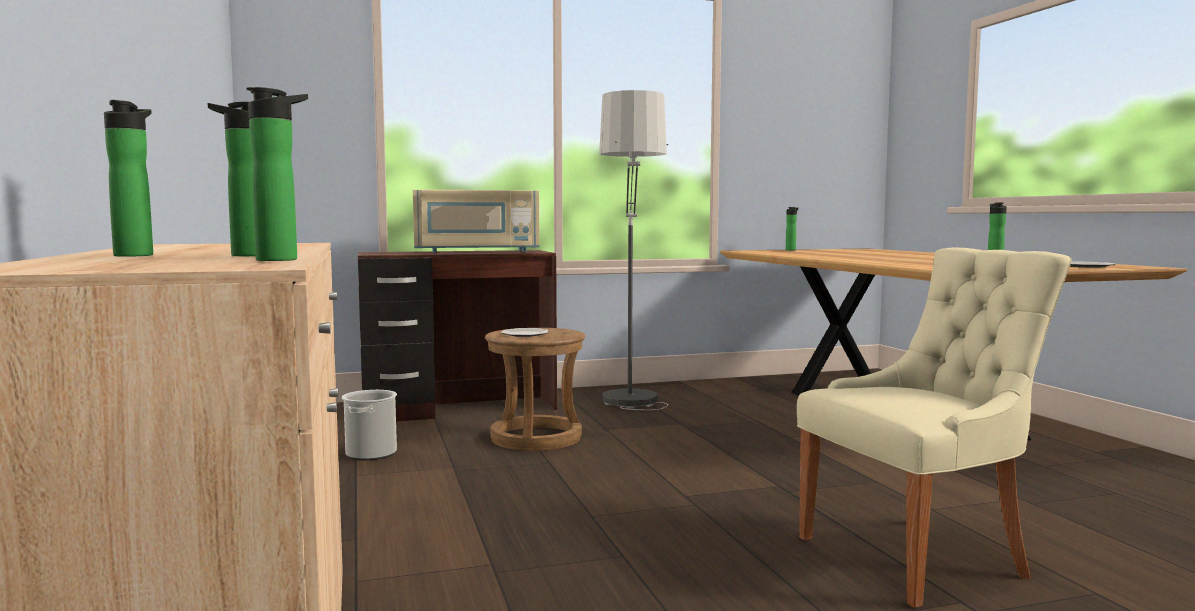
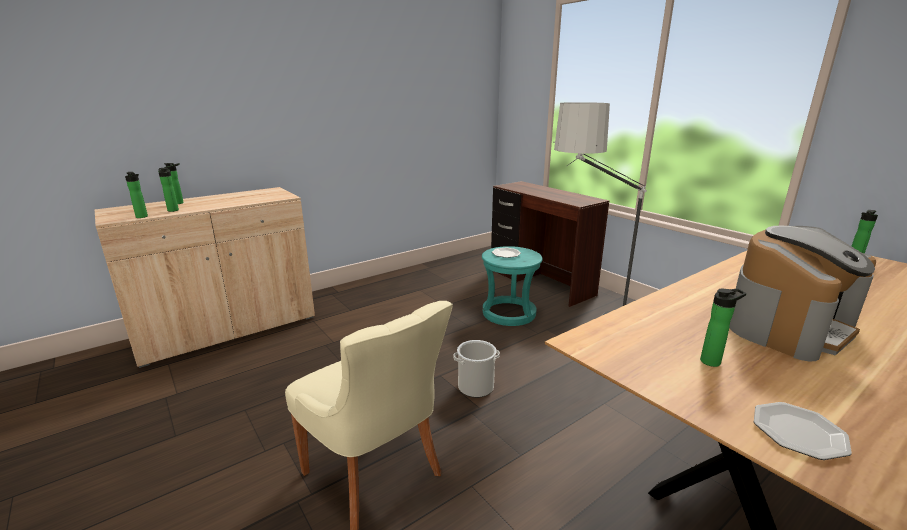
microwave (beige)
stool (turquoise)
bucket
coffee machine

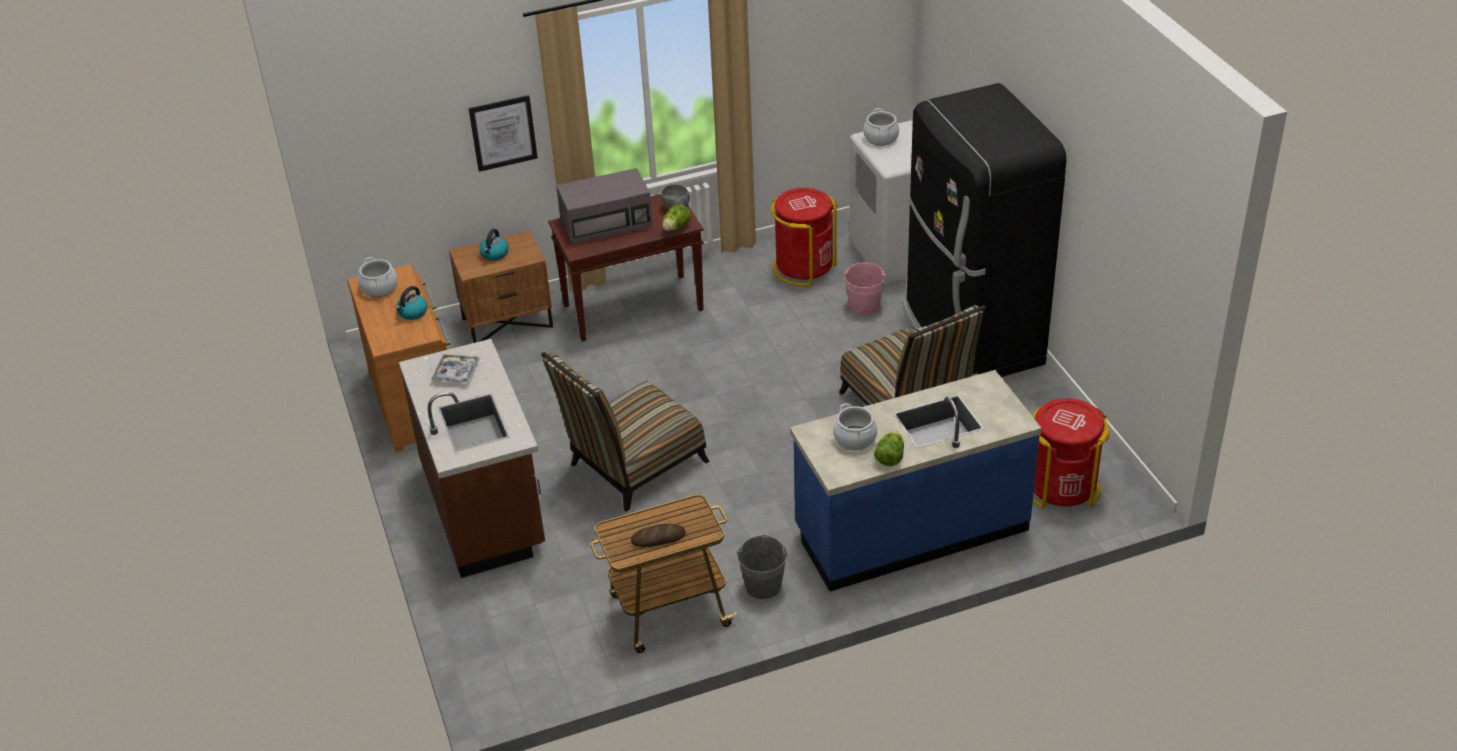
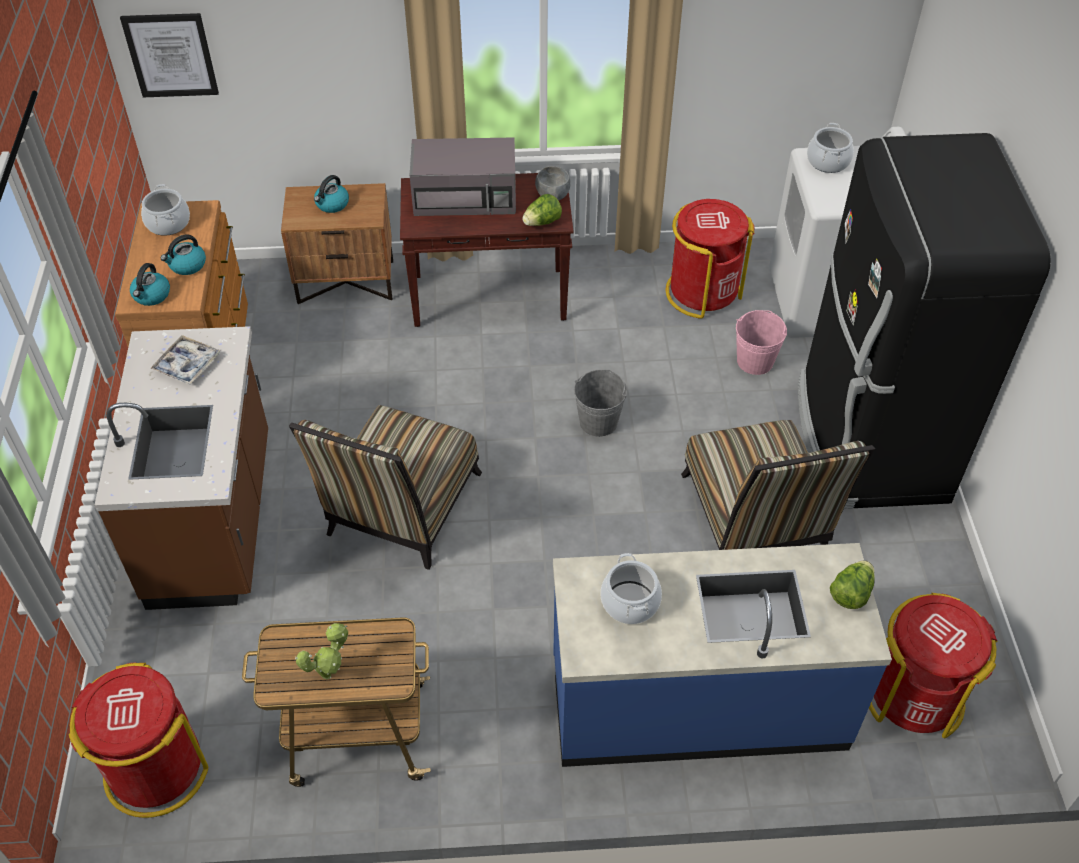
picture
chair (no. 1 from left)
lettuce (no. 2 from left)
potted plant
bucket (grey)
kettle (no. 1 from left)
trash can (red) (no. 1 from left)

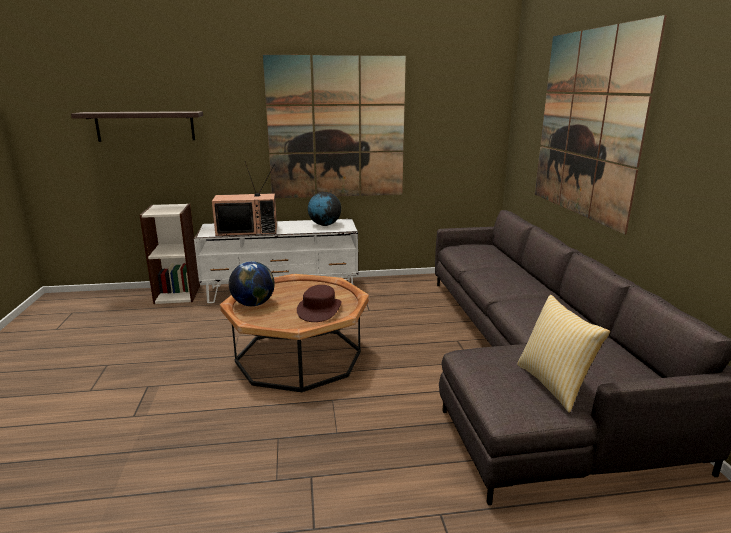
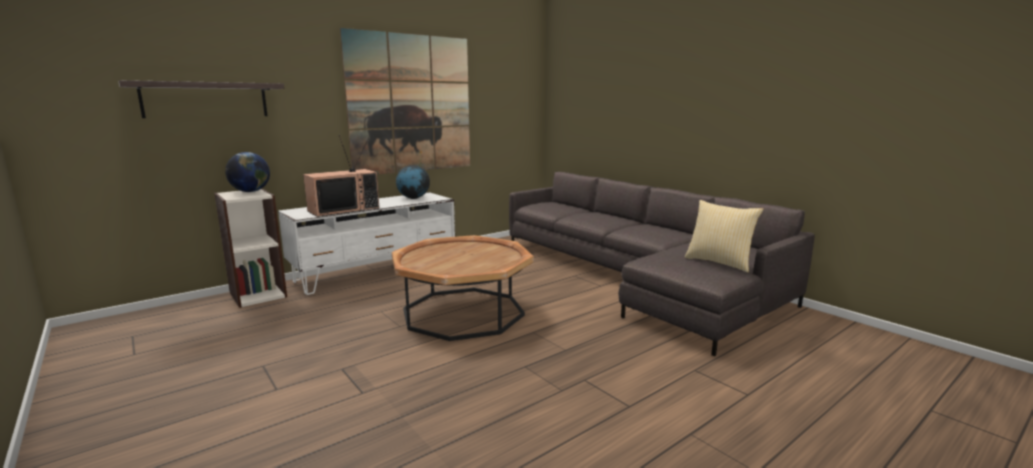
picture (no. 2 from left in the first image)
globe (no. 1 from left)
hat (brown)

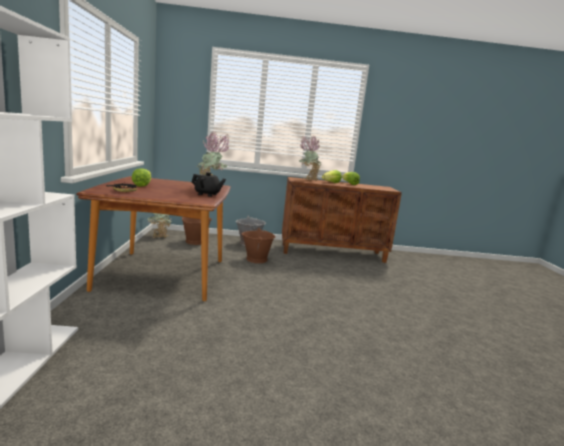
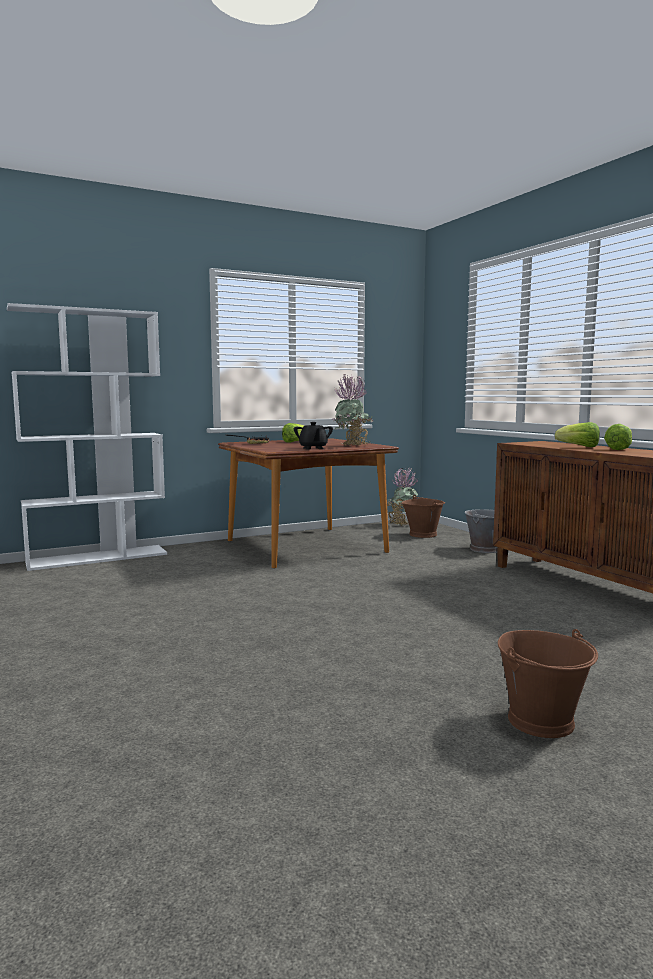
potted plant (no. 3 from left in the first image)
bucket (brown) (no. 2 from left)

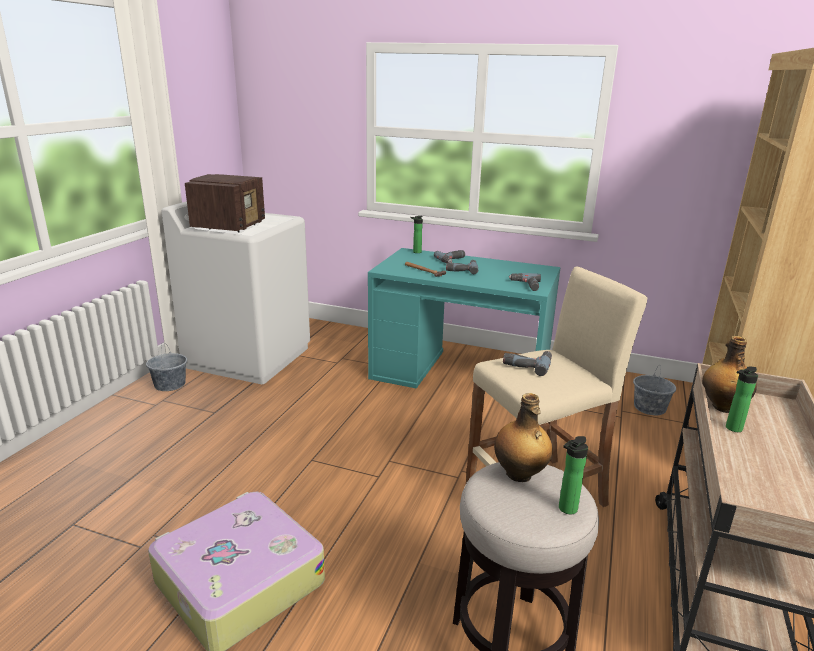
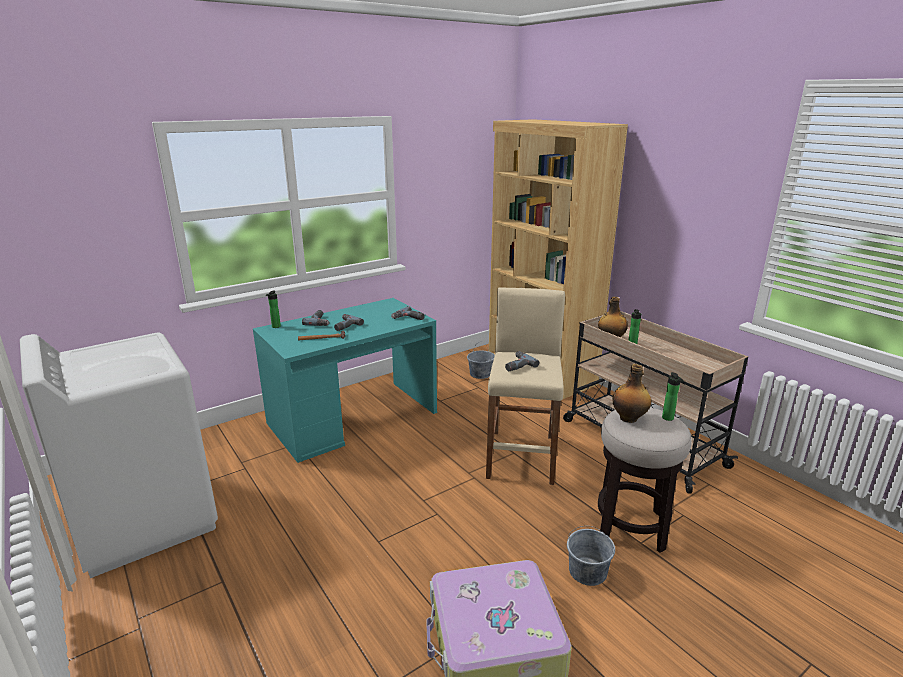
radio
bucket (grey) (no. 2 from left)

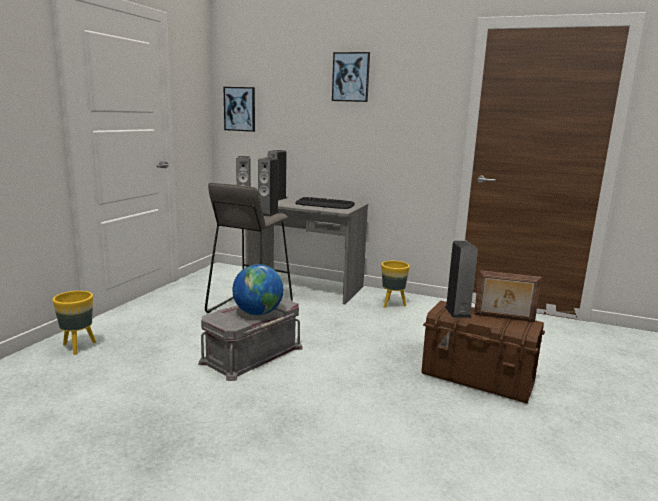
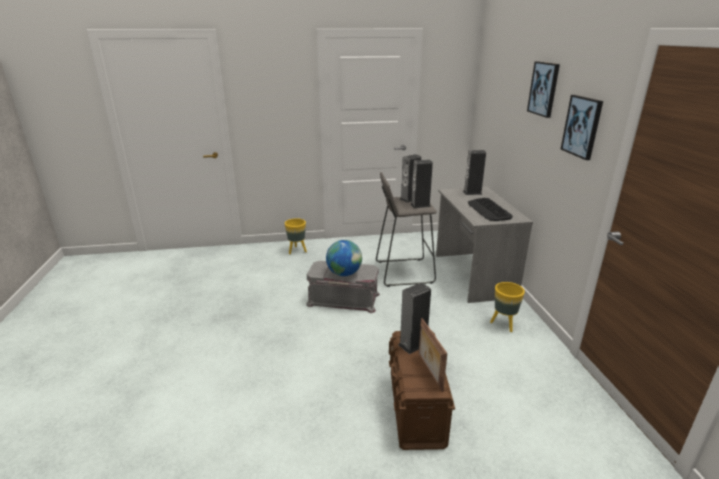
picture (no. 2 from left)

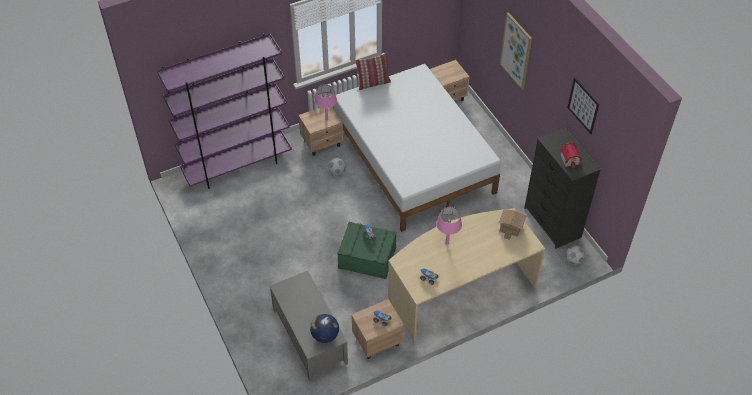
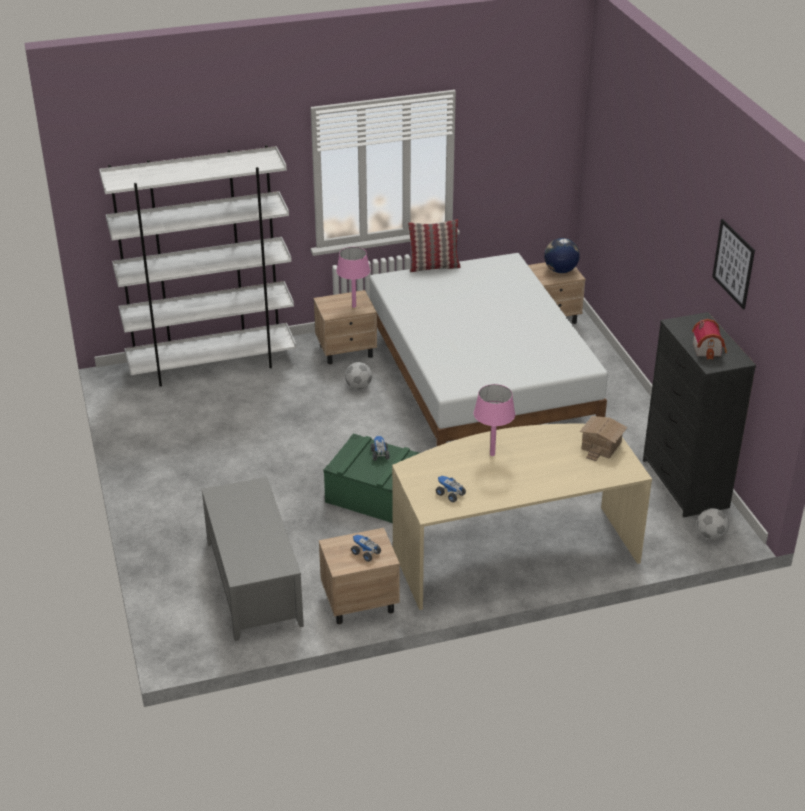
picture (no. 1 from left in the first image)
bookcase (white)
globe

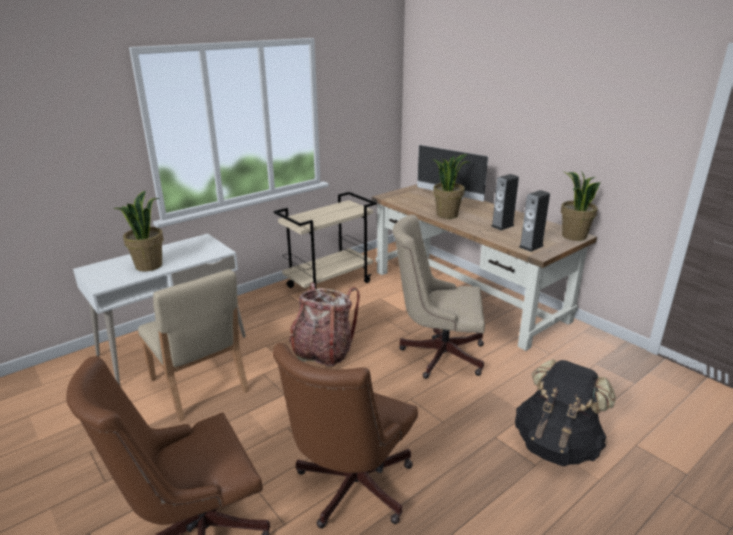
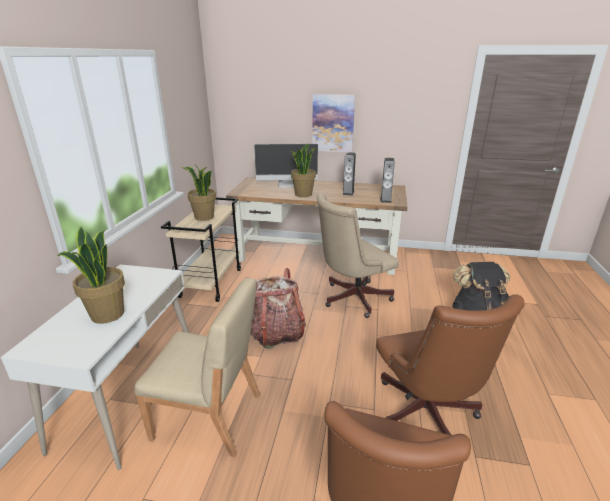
potted plant (no. 2 from left)
picture

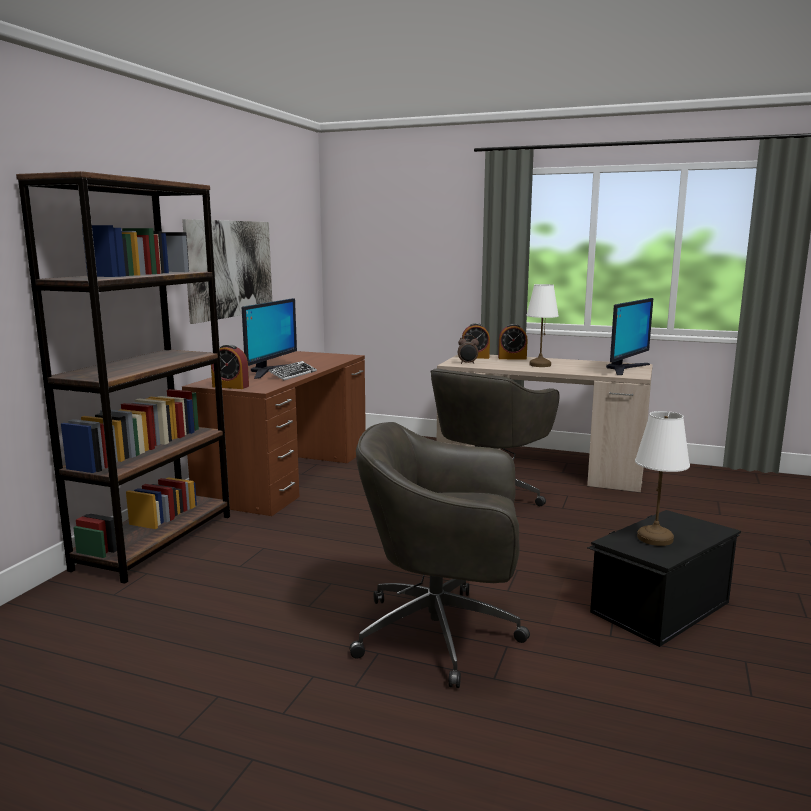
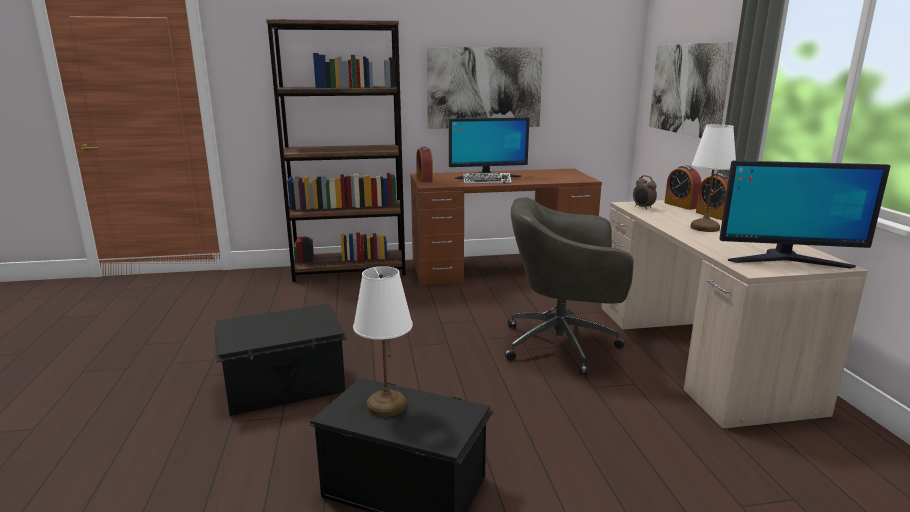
storage box (black) (no. 1 from left)
picture (no. 2 from left)

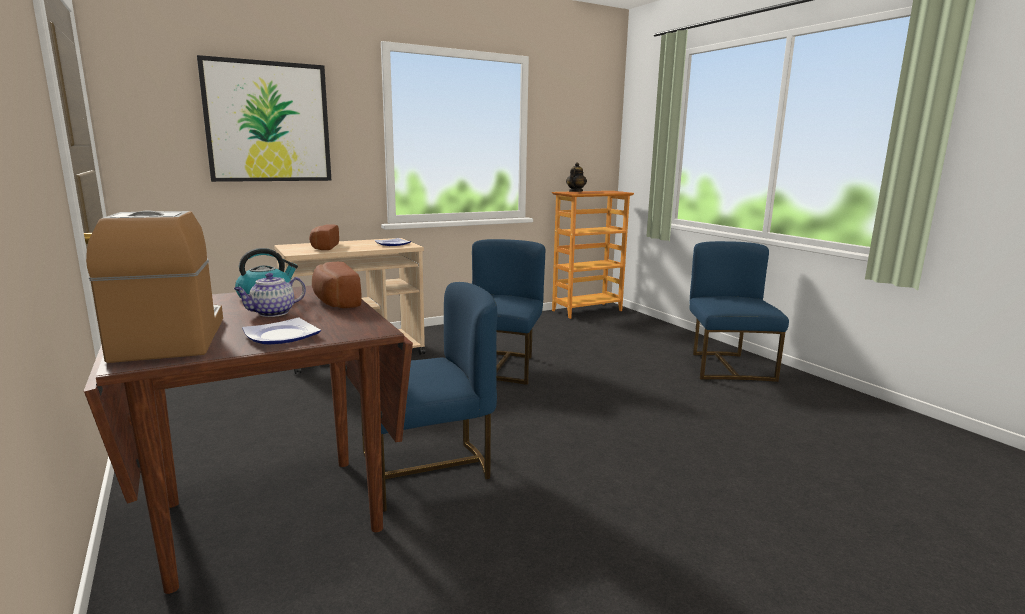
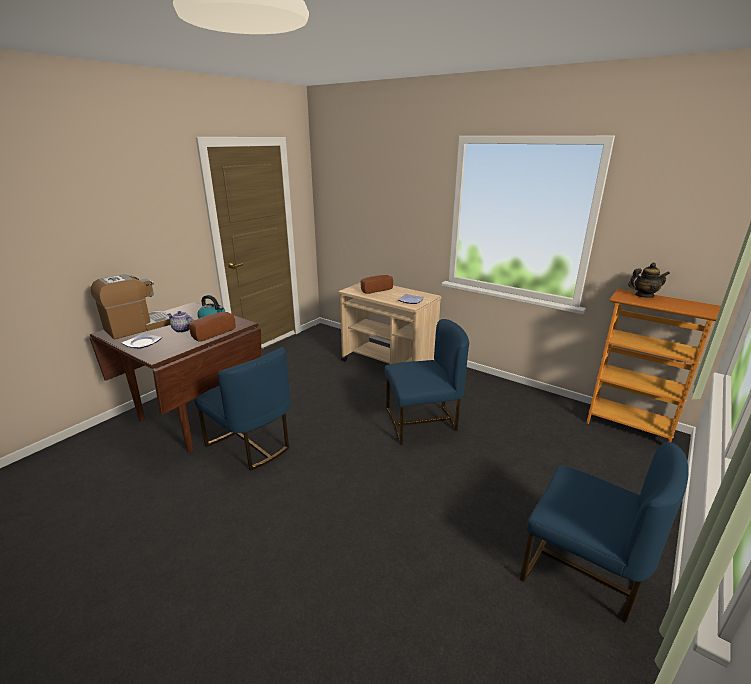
picture
chair (blue) (no. 3 from left)

